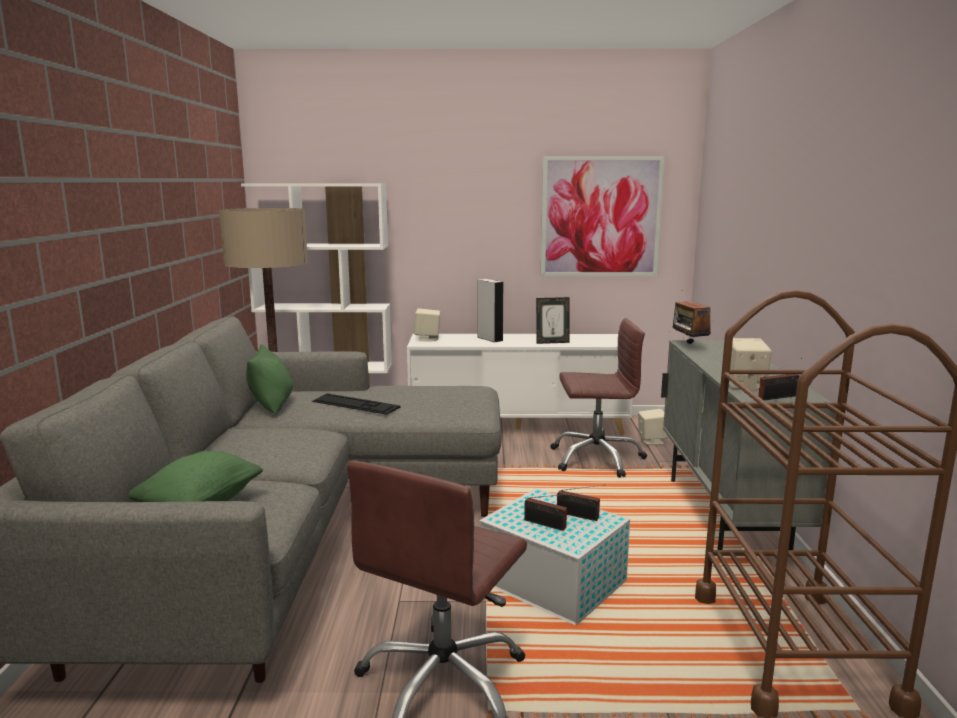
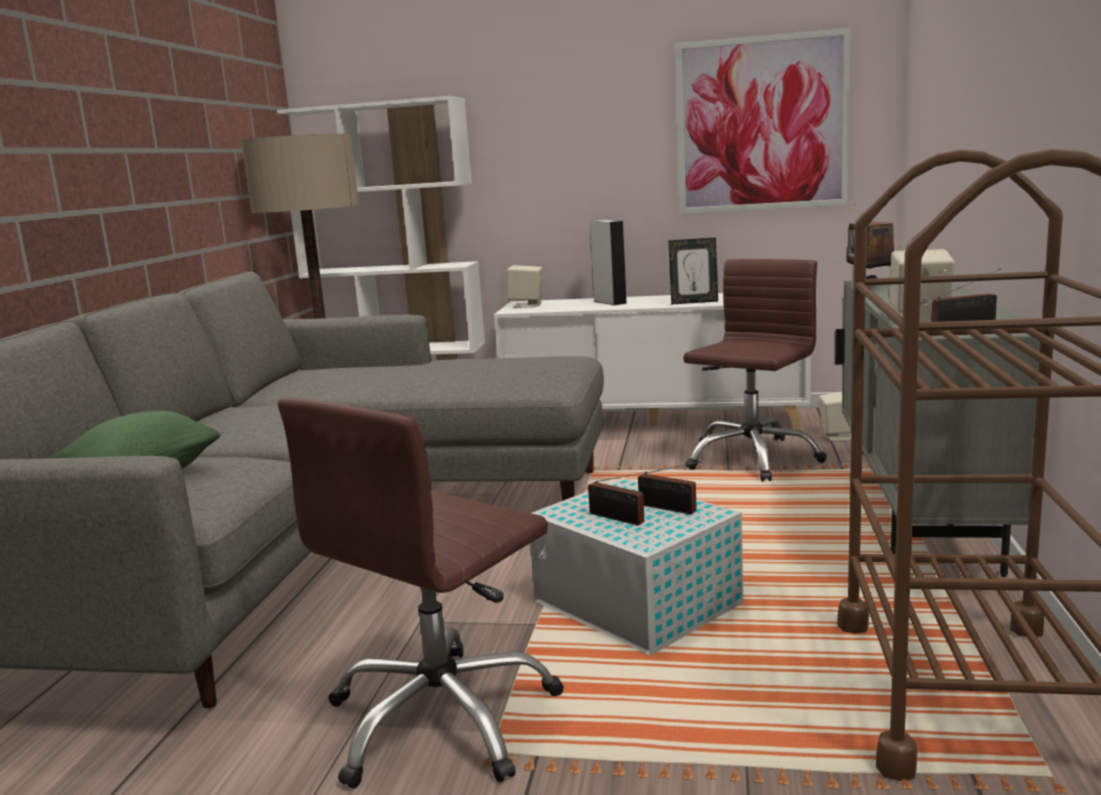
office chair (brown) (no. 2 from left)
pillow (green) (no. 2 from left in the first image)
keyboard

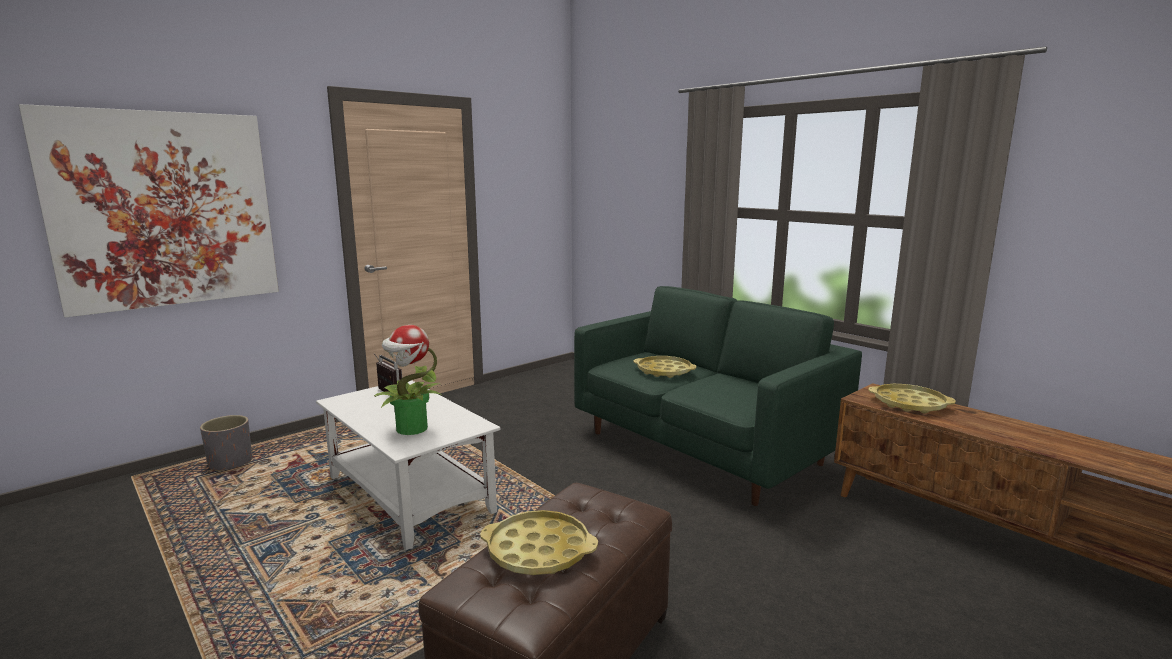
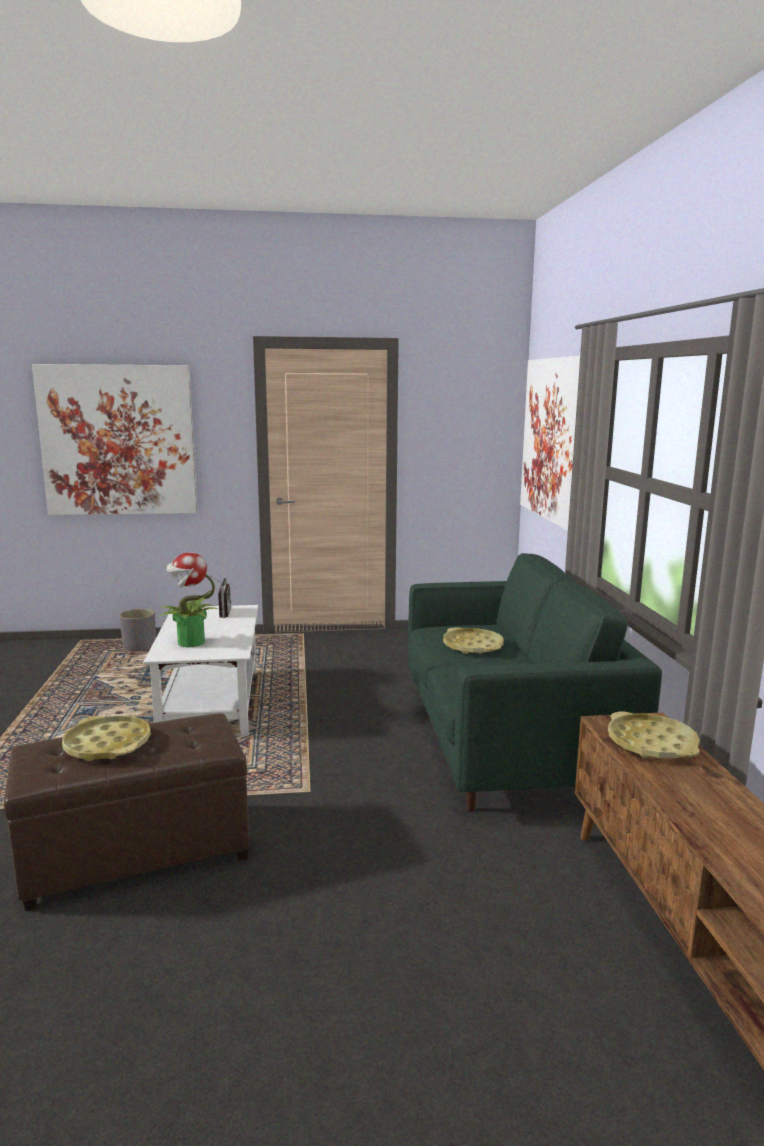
picture (no. 2 from left)

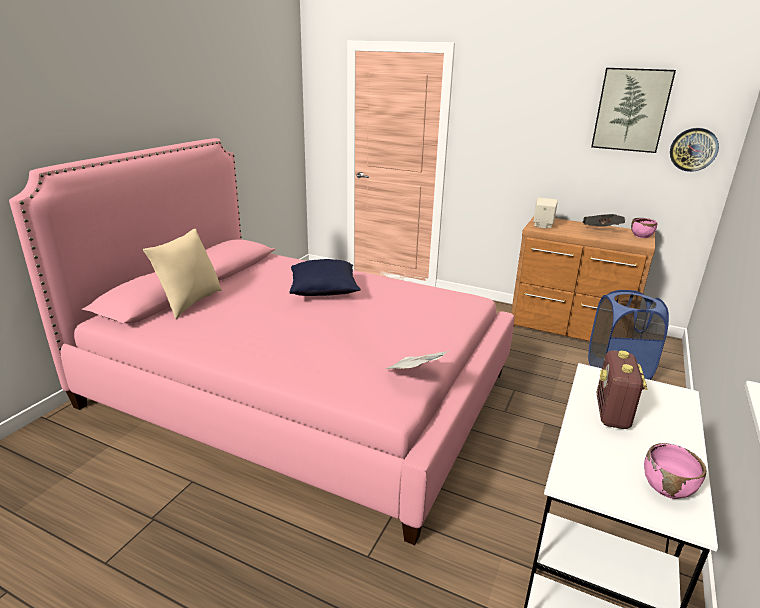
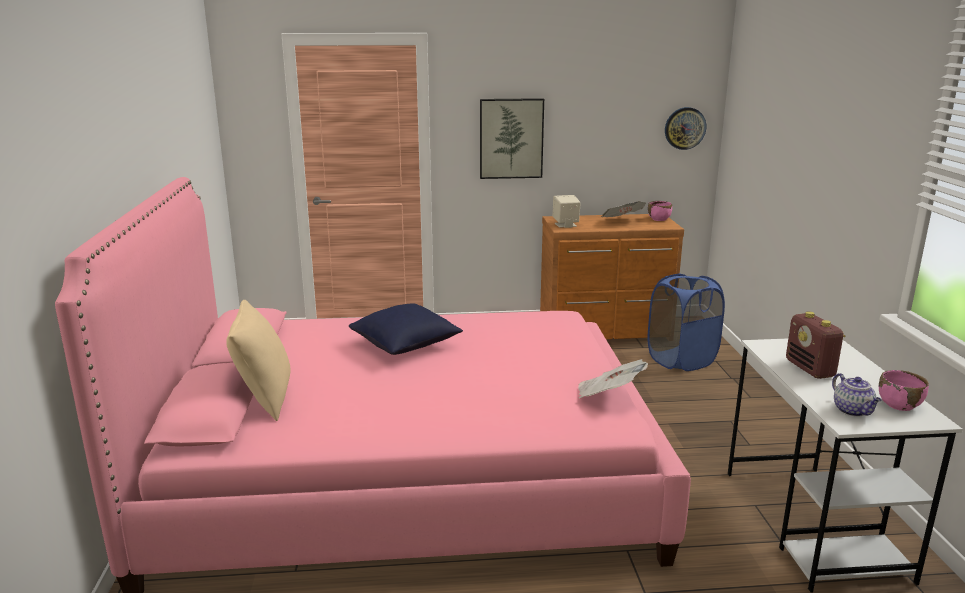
picture
teapot

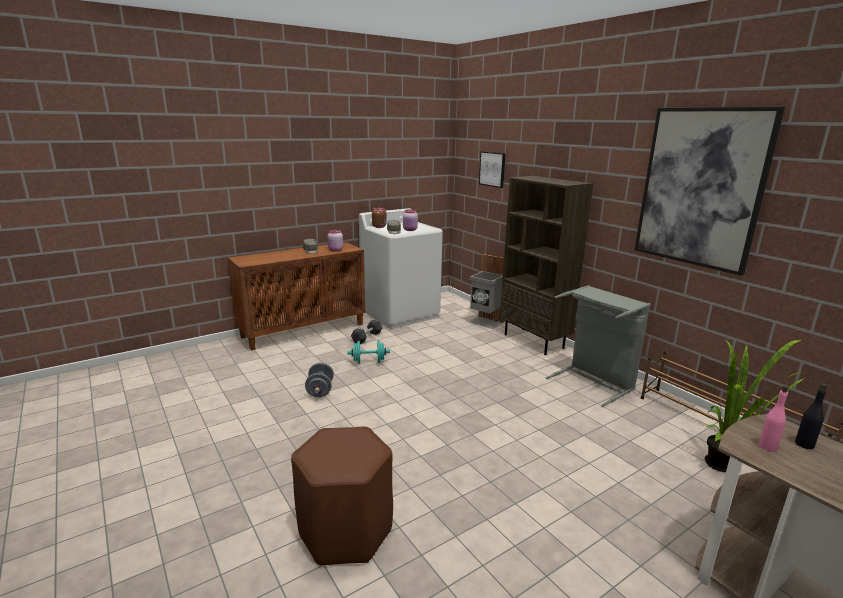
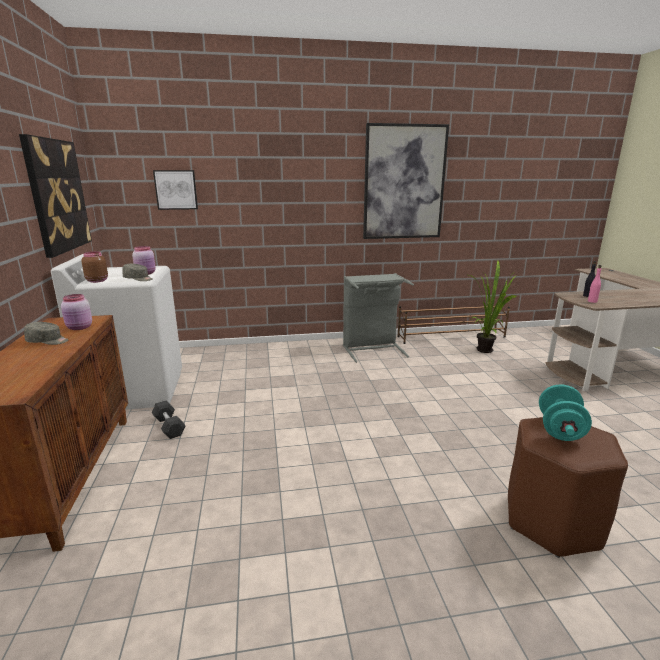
bookcase (brown)
trash can (grey)
dumbbell (turquoise)
dumbbell (grey) (no. 1 from left in the first image)
picture (no. 1 from left)

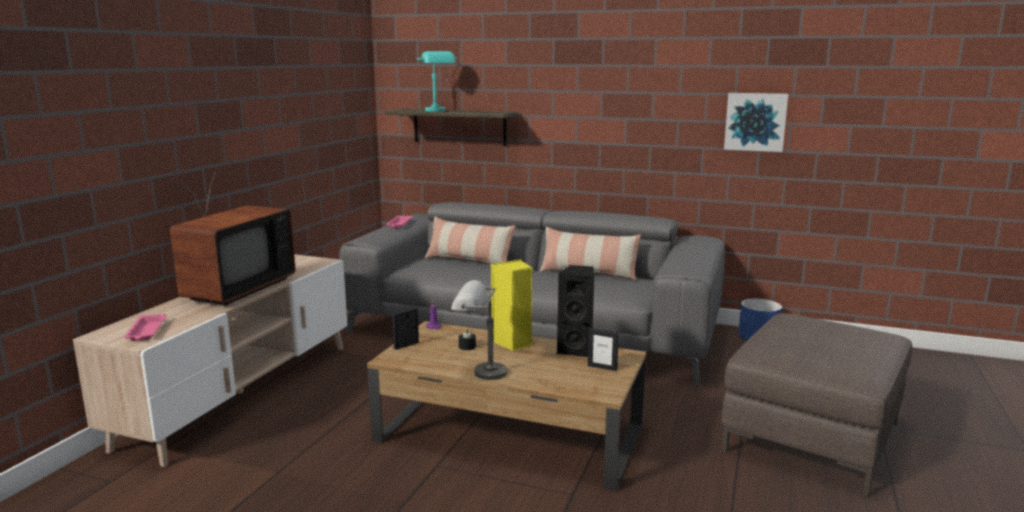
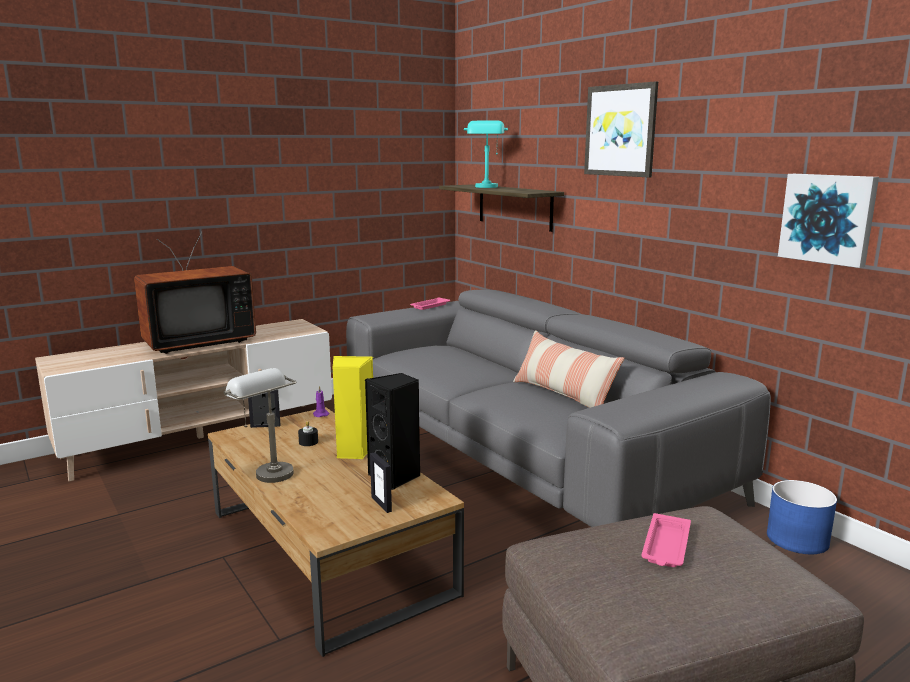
pillow (no. 1 from left in the first image)
tray (pink) (no. 2 from left)
picture (no. 1 from left)

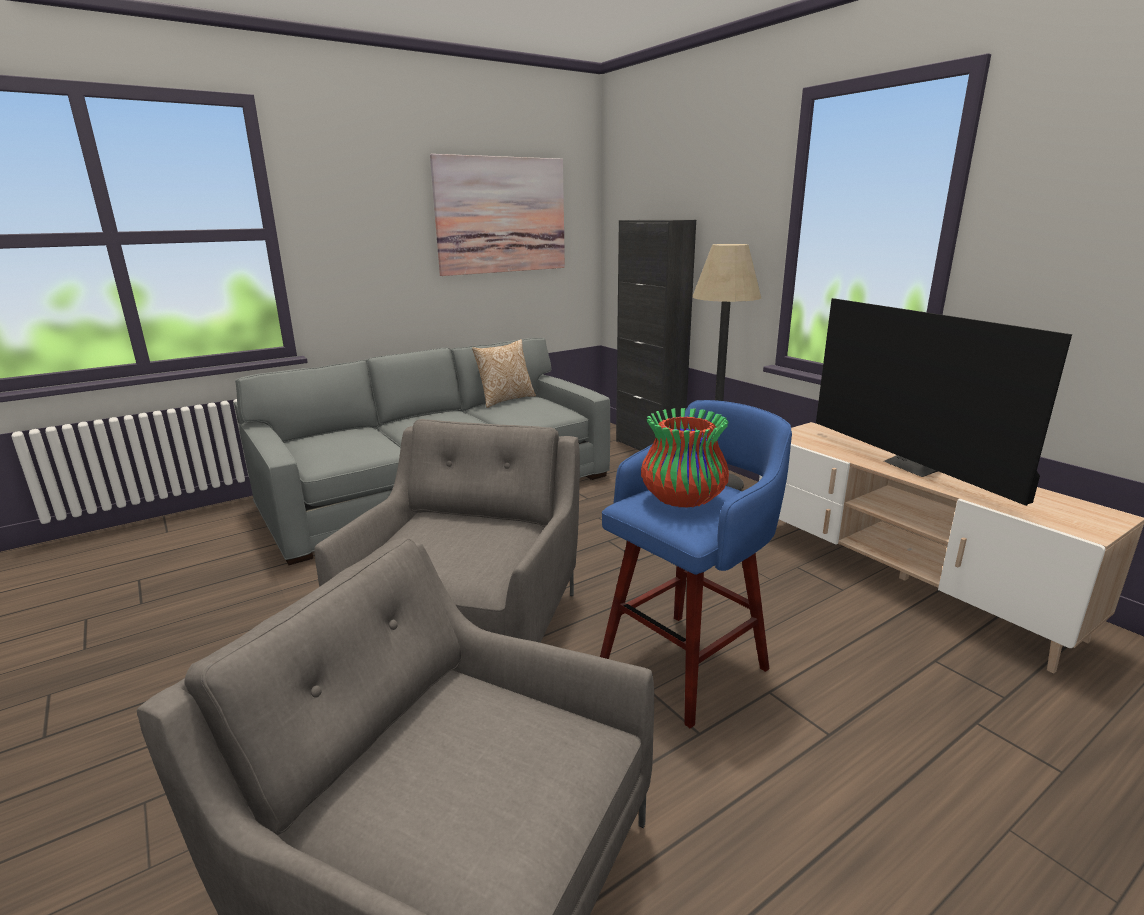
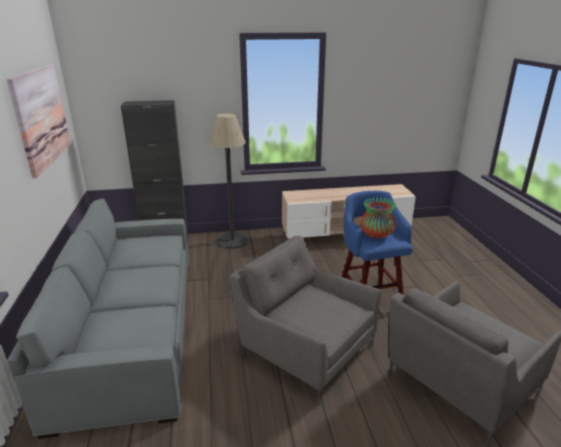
television
pillow

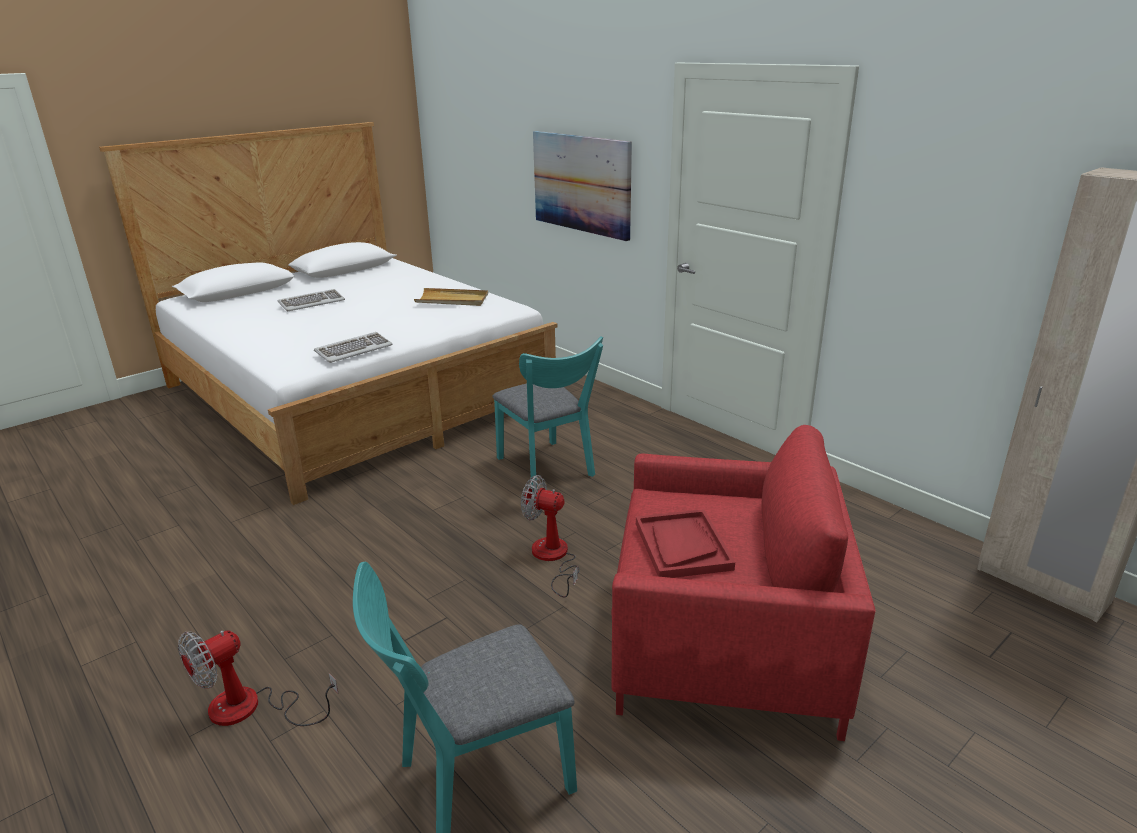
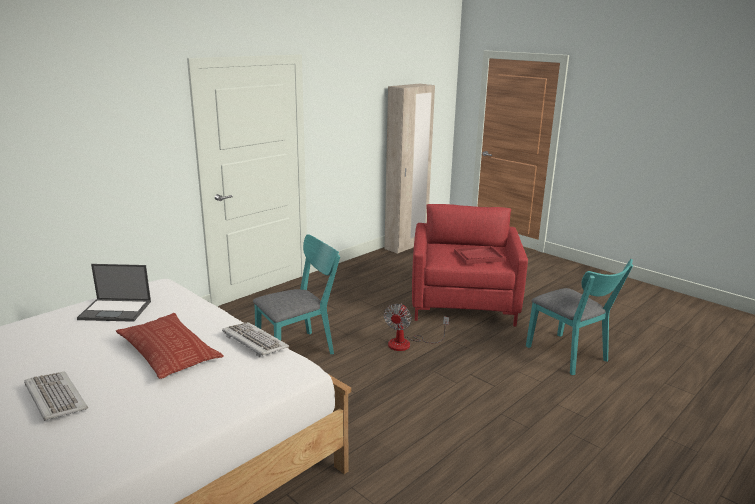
picture
laptop
fan (no. 1 from left in the first image)
pillow

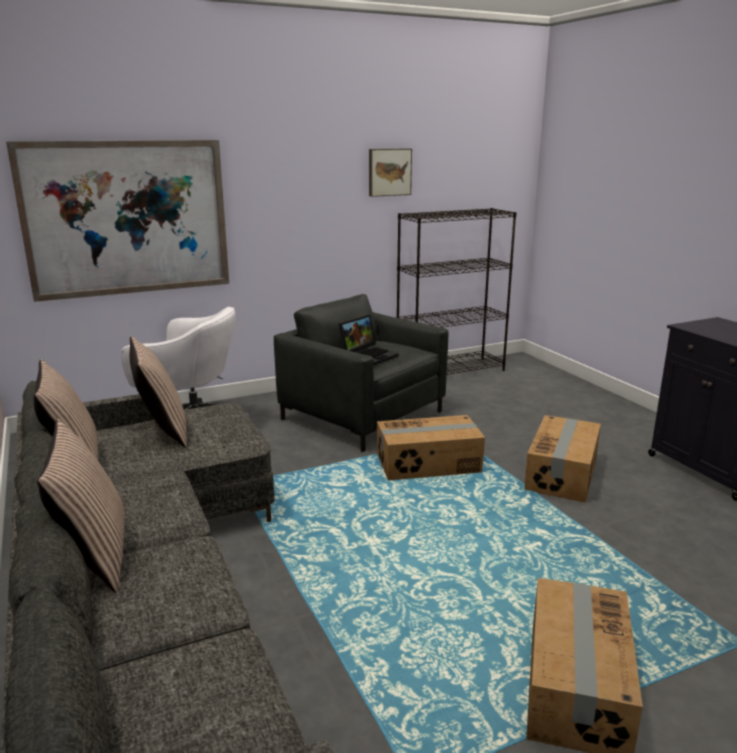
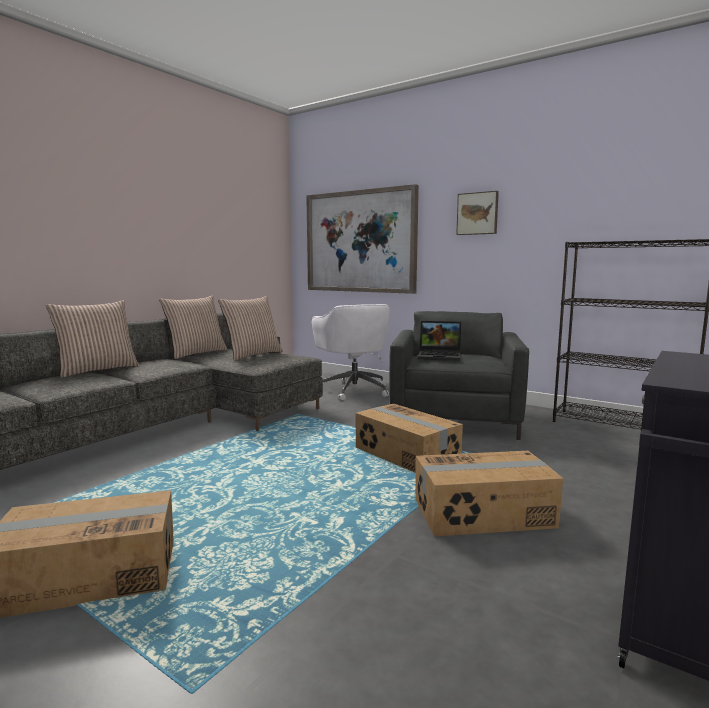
picture (no. 2 from left)

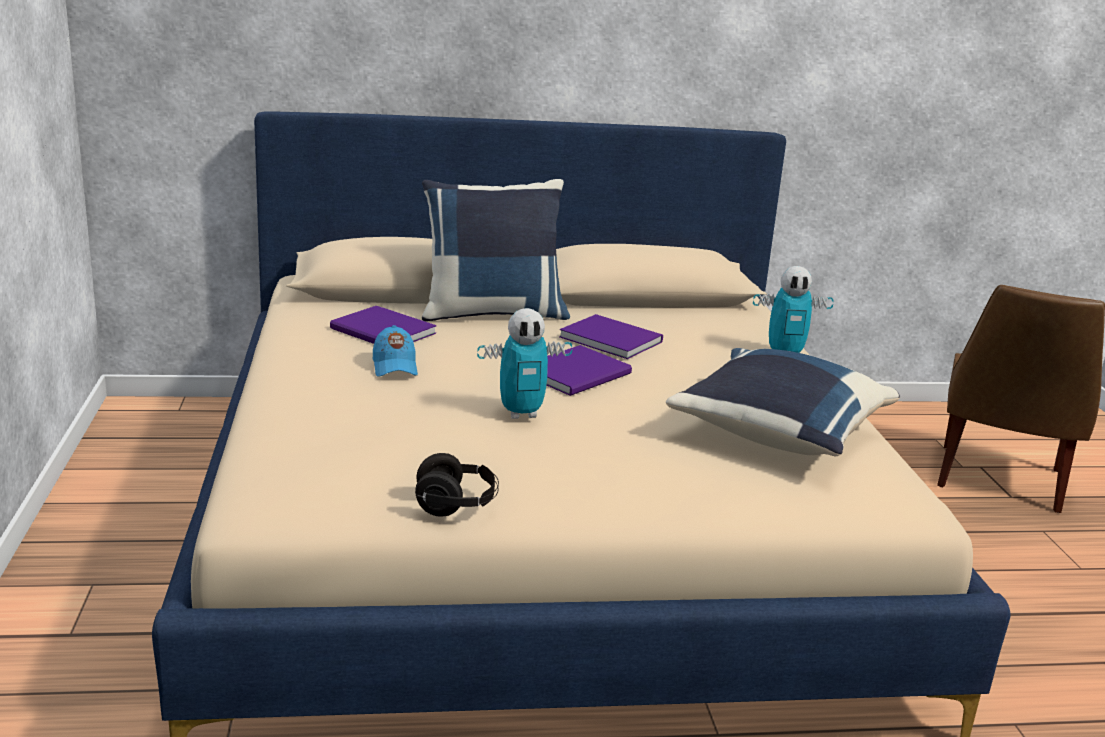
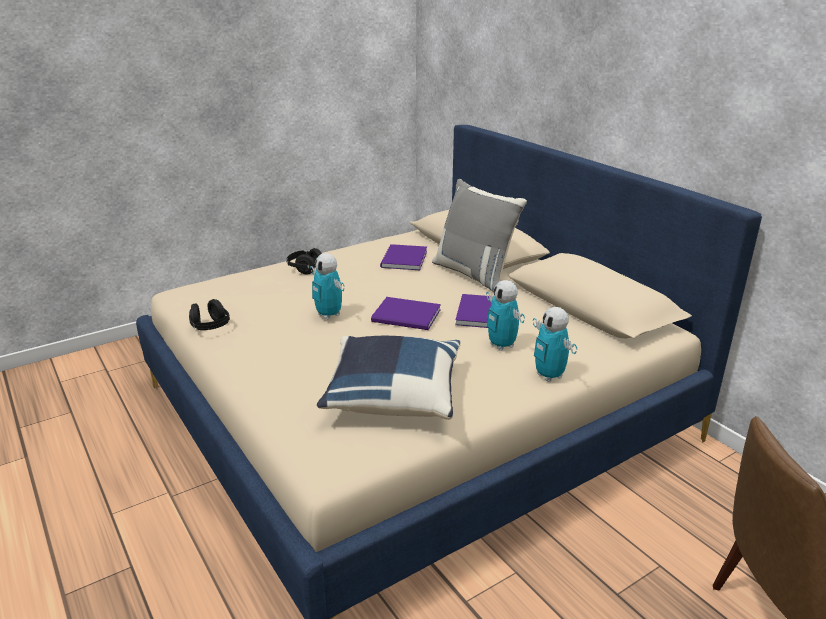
pillow (grey)
cap (blue)
headphones (black) (no. 2 from left)
toy robot (no. 2 from left)

